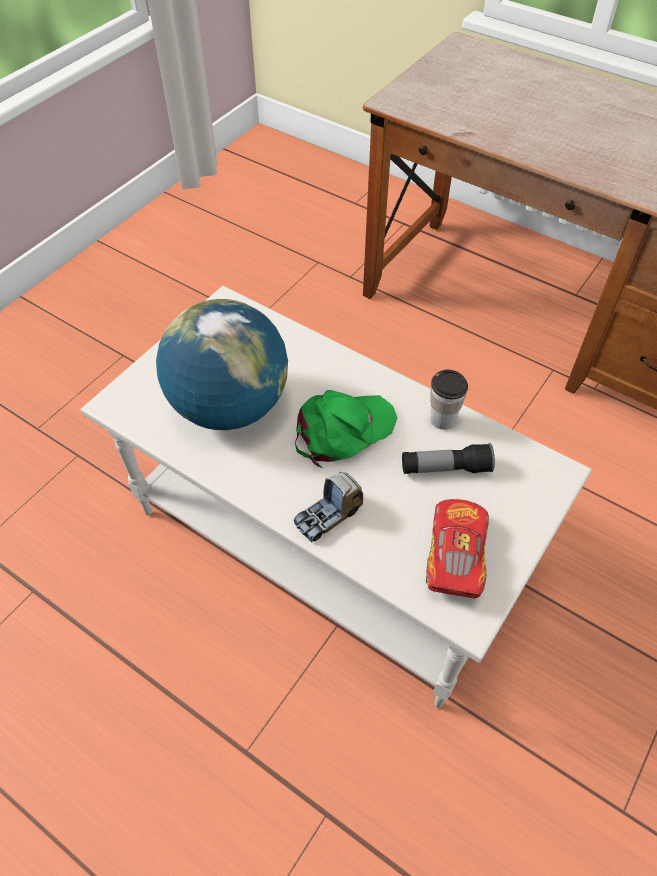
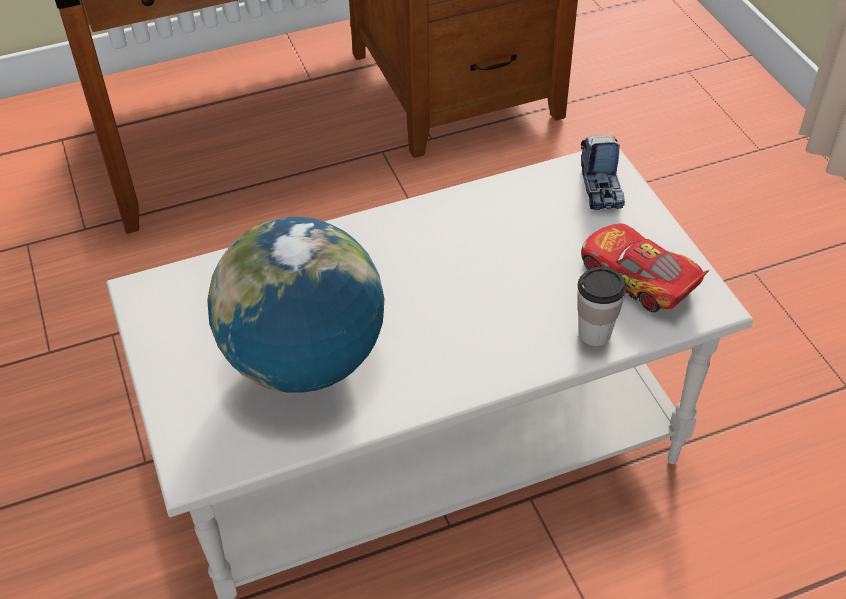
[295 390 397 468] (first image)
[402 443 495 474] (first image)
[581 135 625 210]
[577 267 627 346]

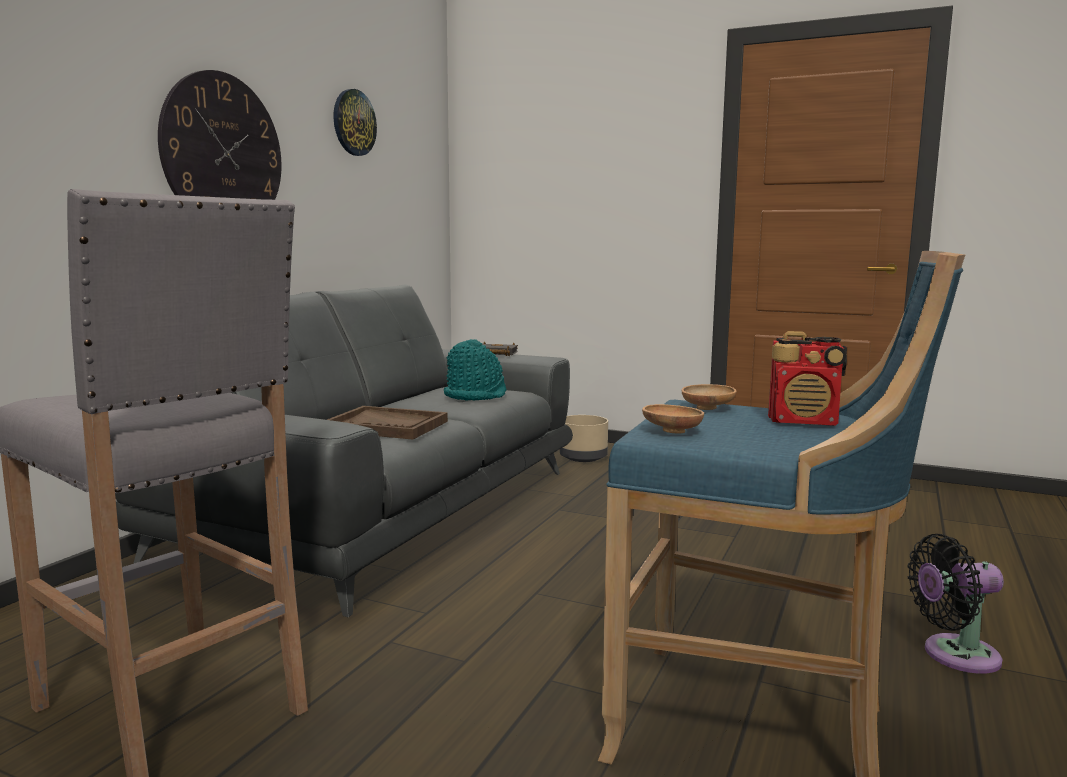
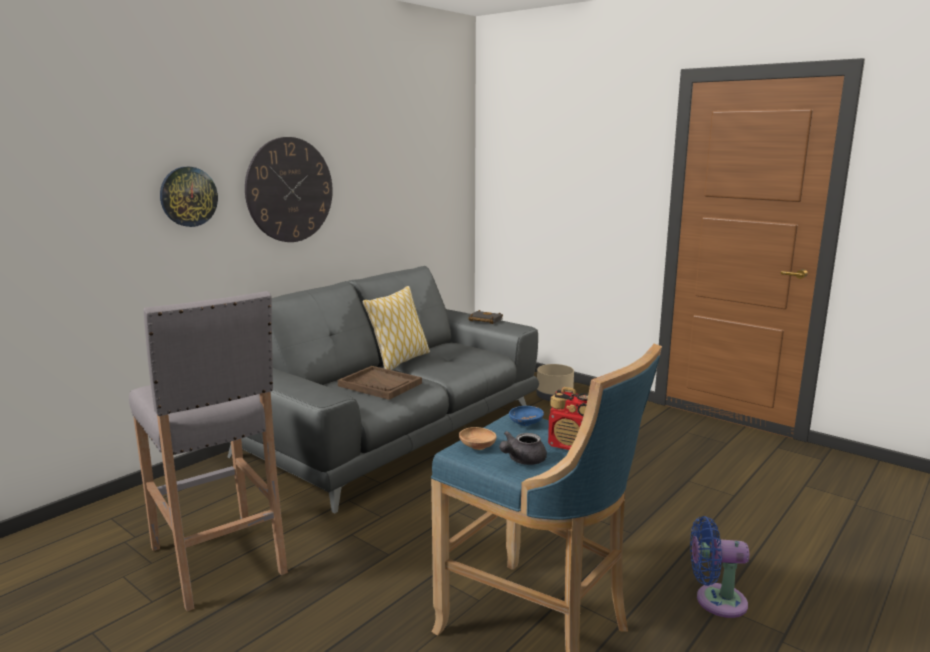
[444 339 506 401] (first image)
[362 286 430 370]
[499 431 547 465]
[160 167 218 227]
[509 406 544 426]
[690 516 749 618]

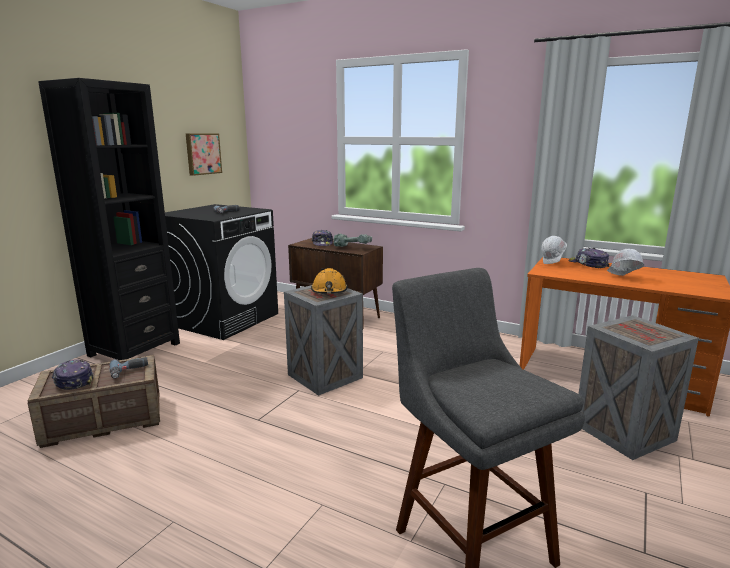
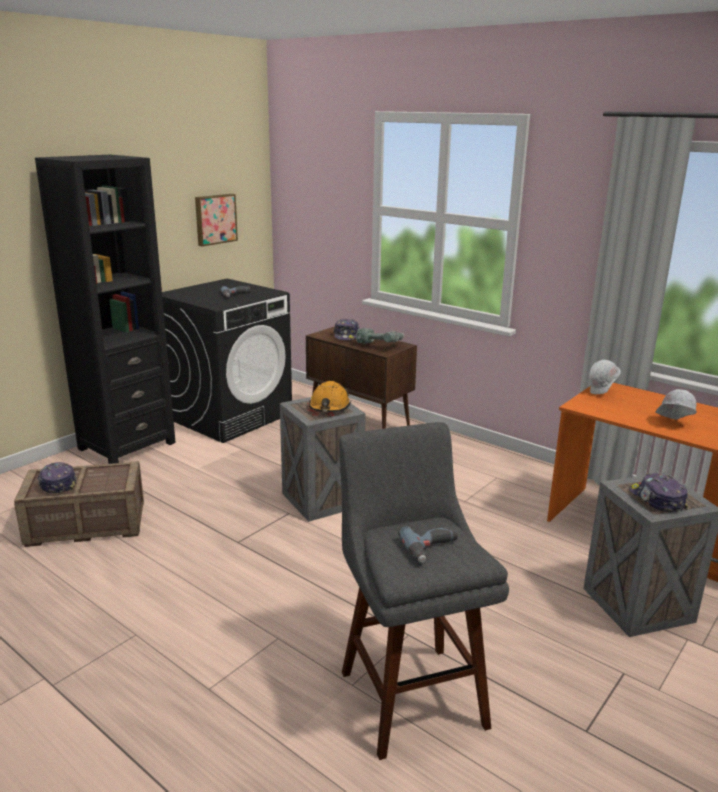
[398 526 458 563]
[629 473 688 512]

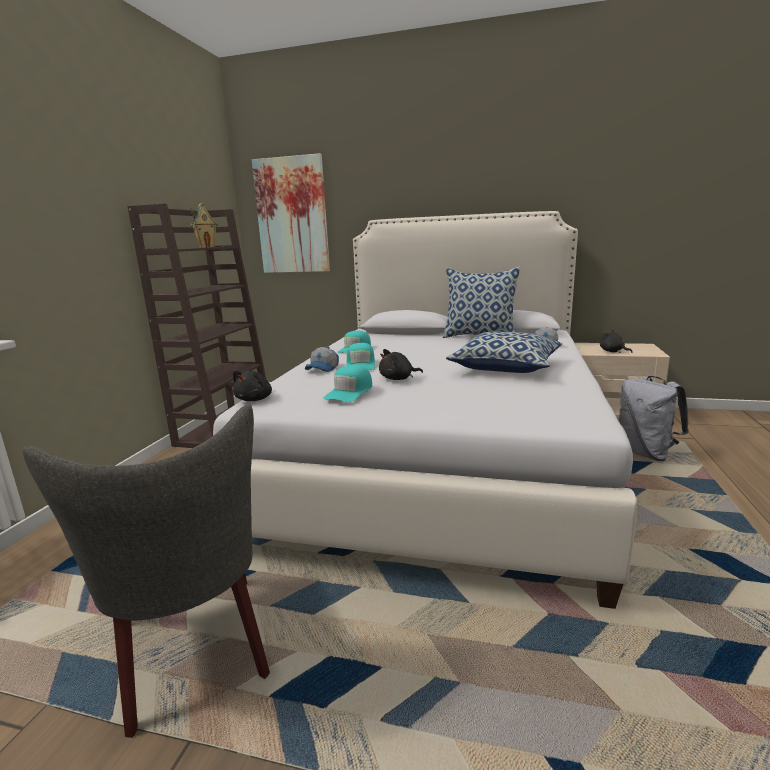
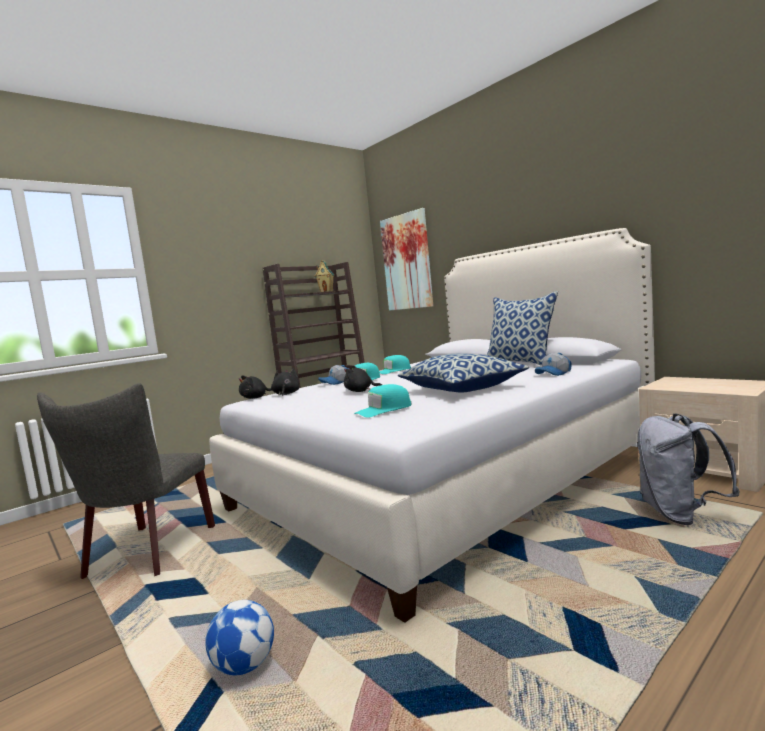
[205 600 274 675]
[354 384 411 418]
[271 368 299 396]

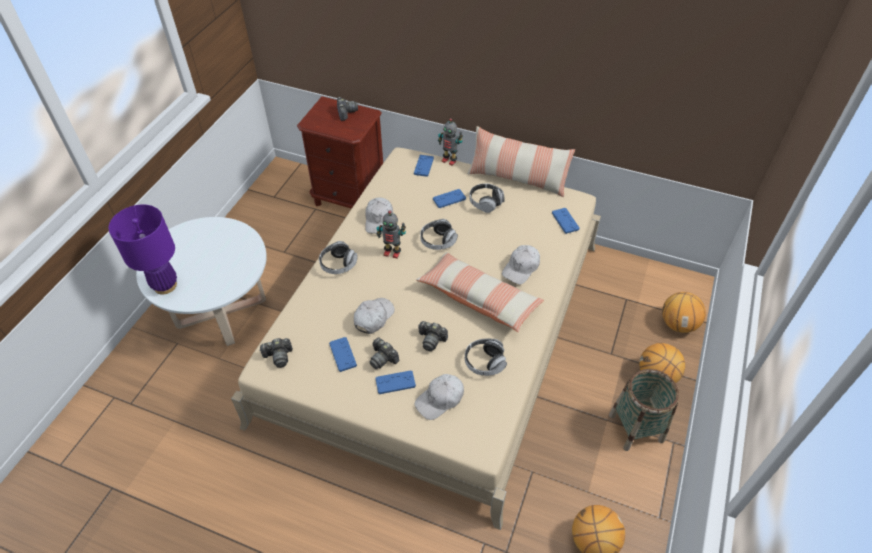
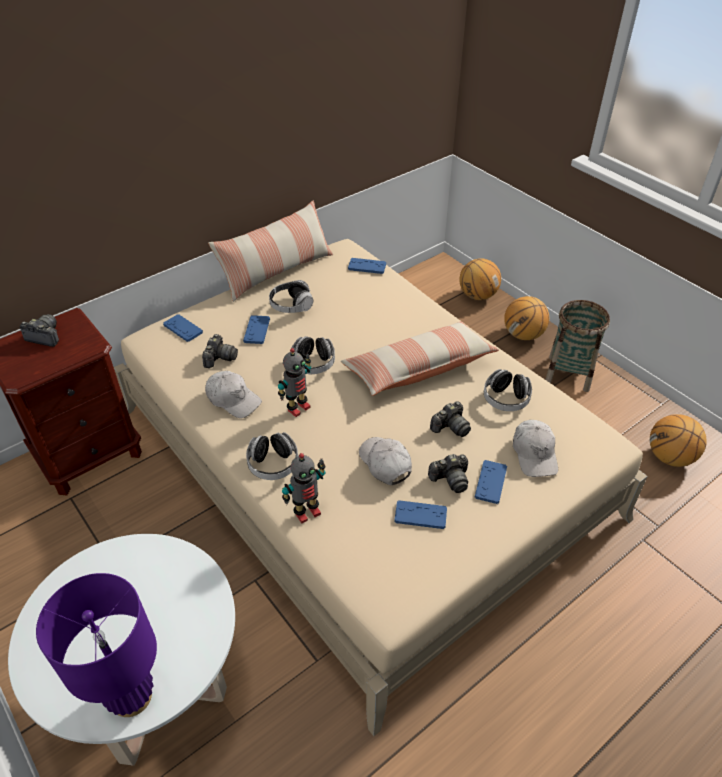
[502 245 540 284] (first image)
[202 334 238 368]
[282 453 325 524]

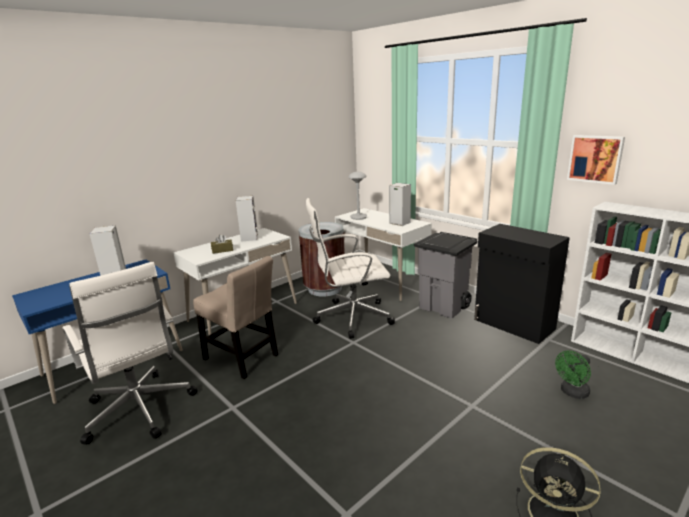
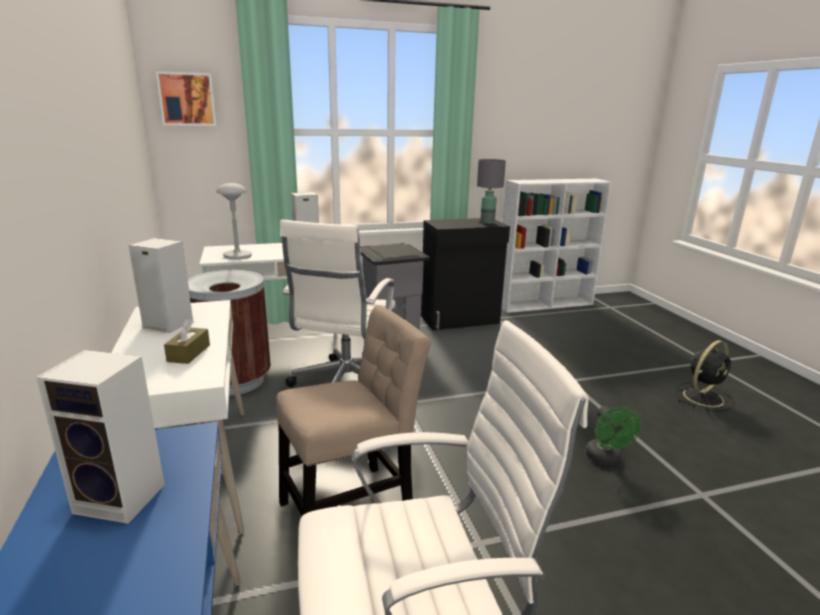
[477 159 506 224]
[585 406 641 465]
[156 71 217 126]

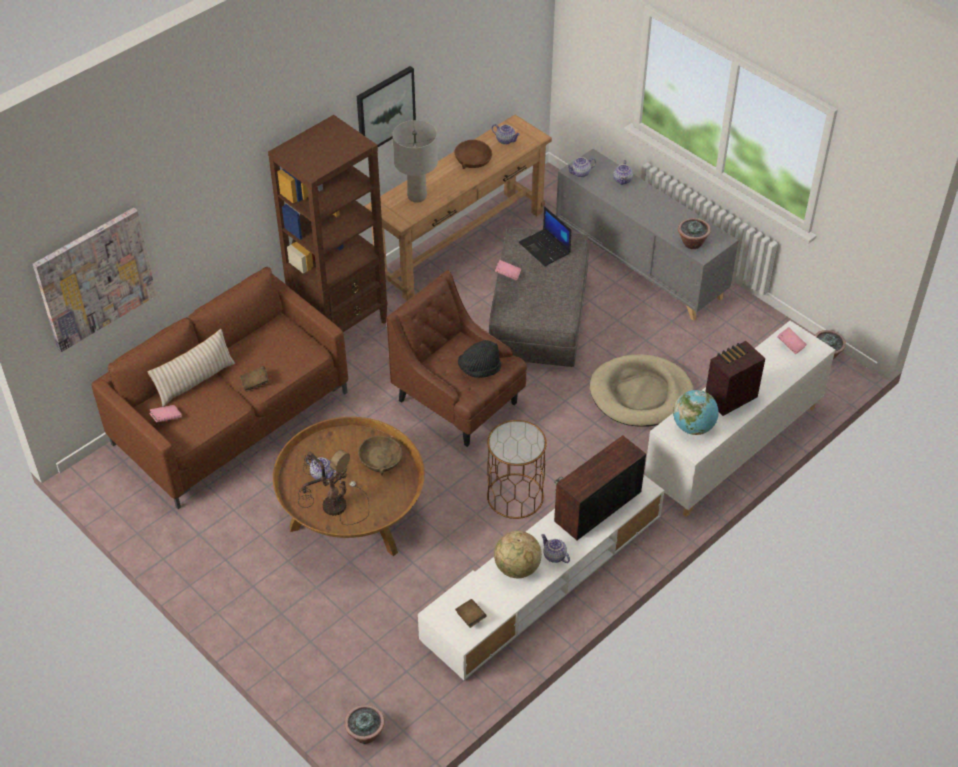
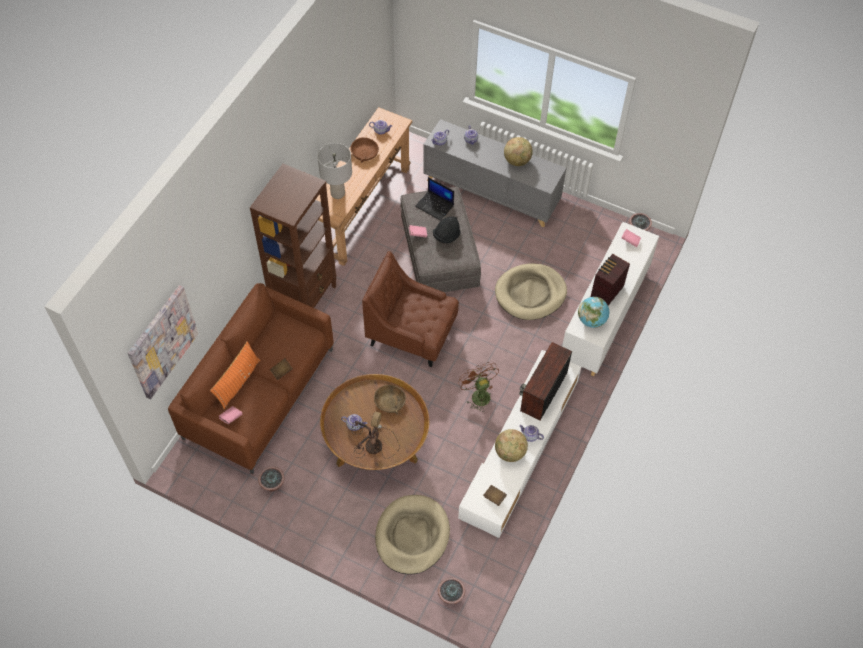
[357 66 416 147] (first image)
[375 495 450 574]
[504 137 533 166]
[433 216 460 243]
[258 467 284 491]
[458 362 499 412]
[210 341 260 409]

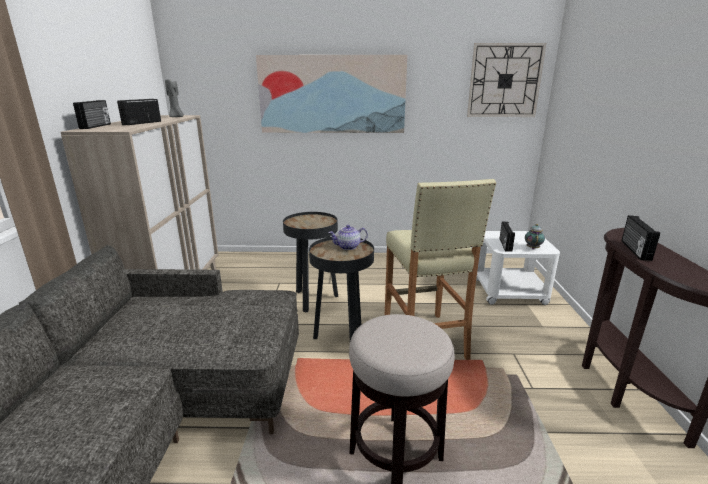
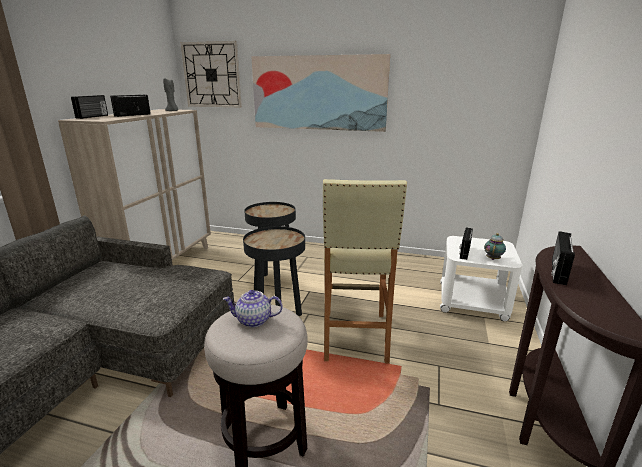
[223 290 283 327]
[180 41 242 107]

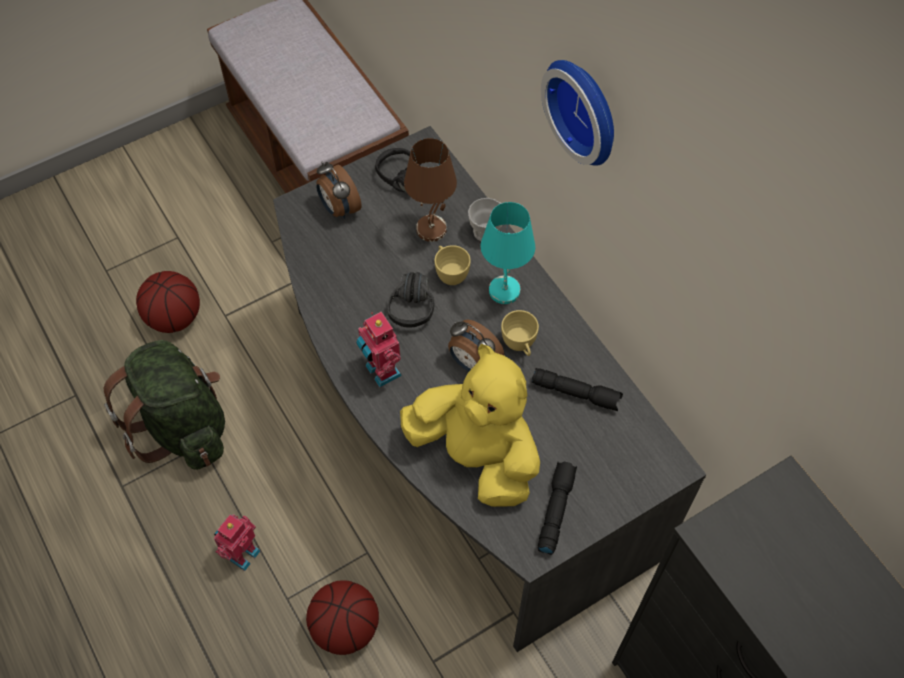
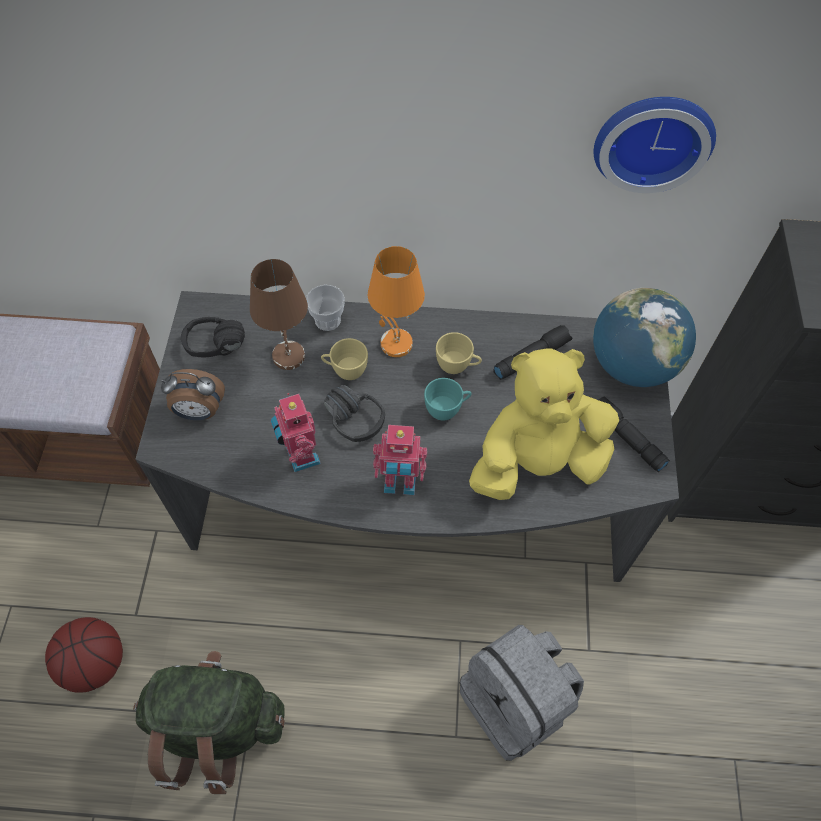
[593 288 696 387]
[271 393 321 472]
[594 97 716 193]
[460 625 584 761]
[424 378 471 421]
[368 246 425 357]

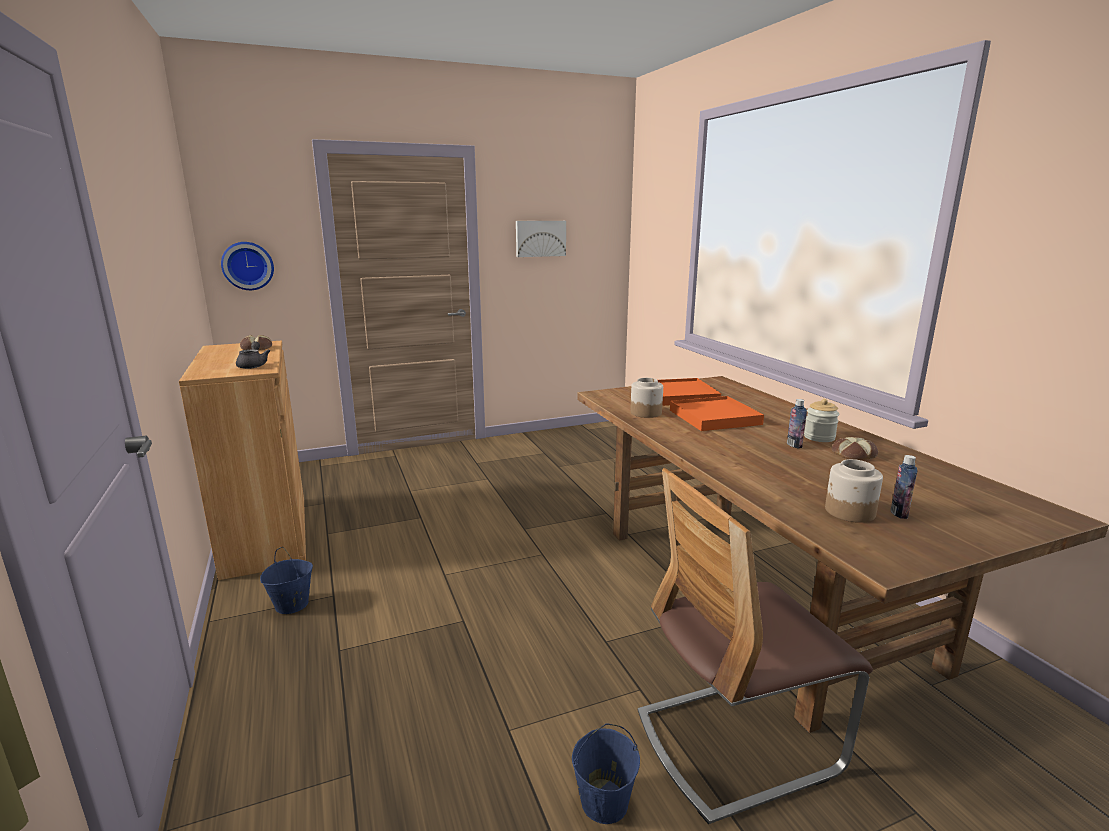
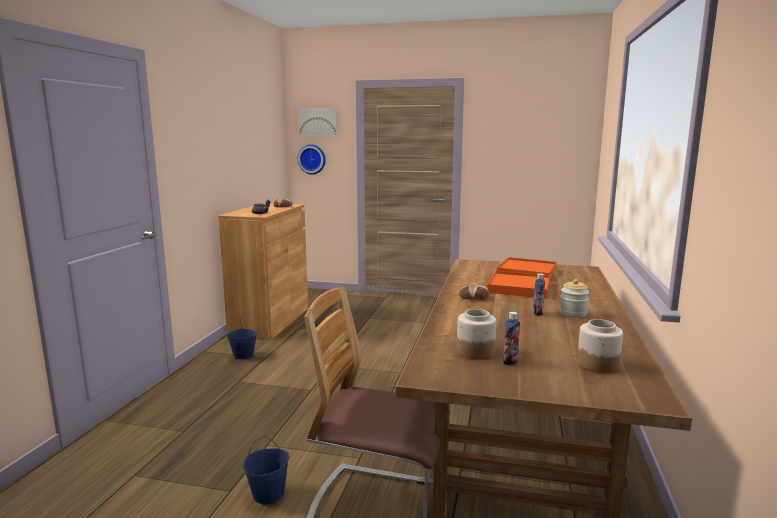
[298 109 337 135]
[577 319 623 373]
[459 284 489 301]

